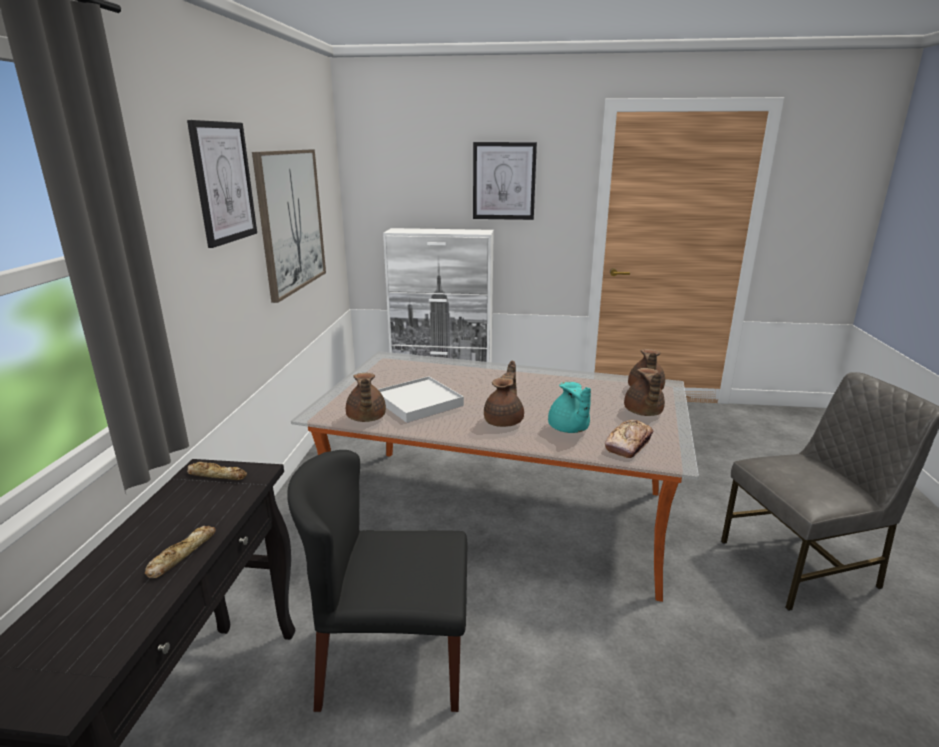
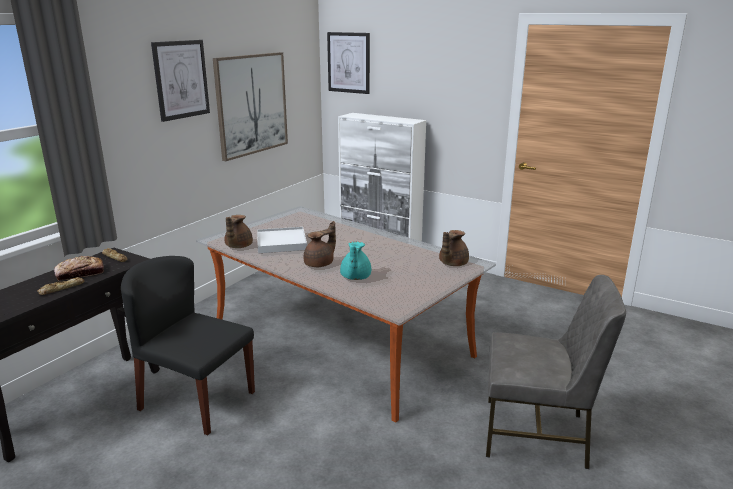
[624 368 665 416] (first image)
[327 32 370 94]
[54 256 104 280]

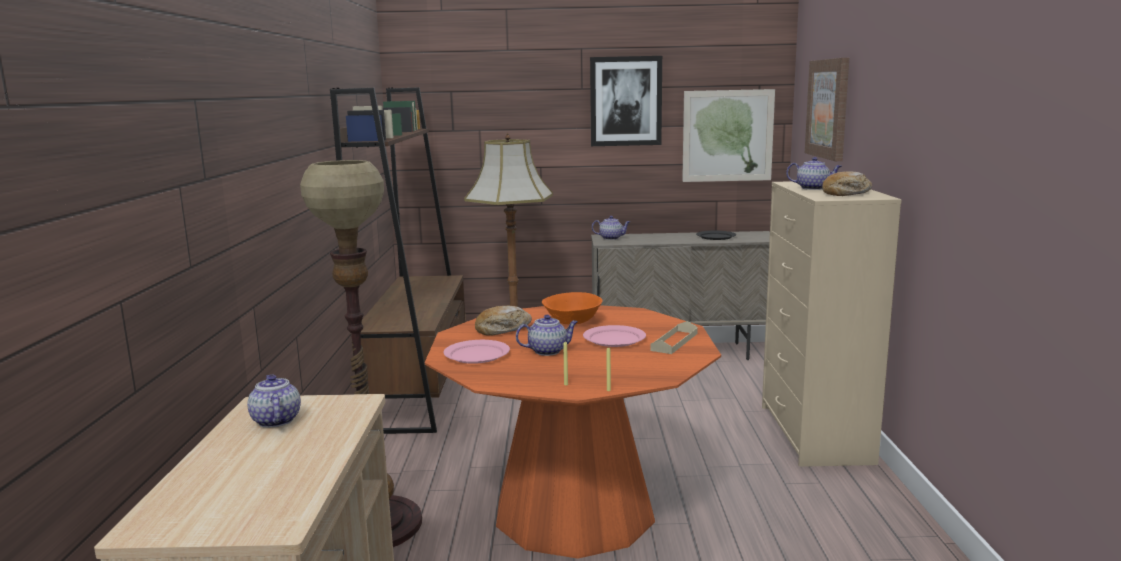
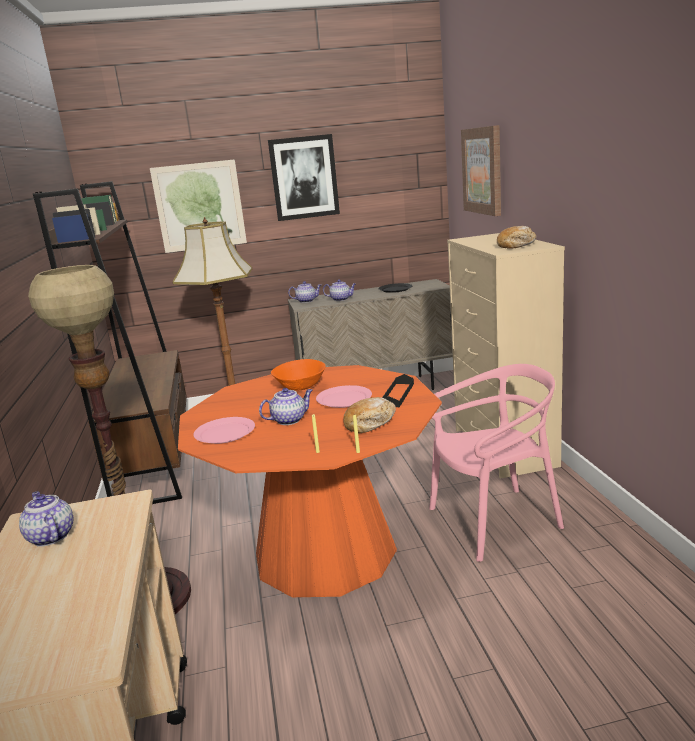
[429 364 564 562]
[343 397 396 433]
[150 159 247 253]
[323 279 356 301]
[382 374 414 407]

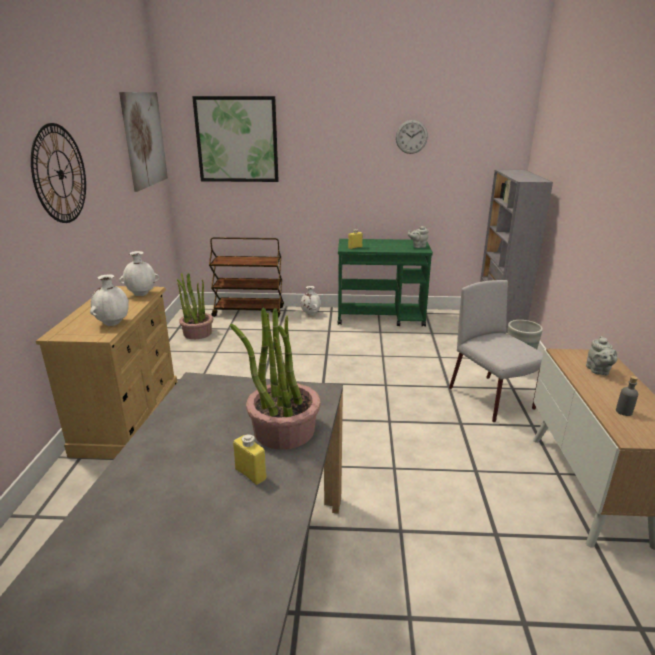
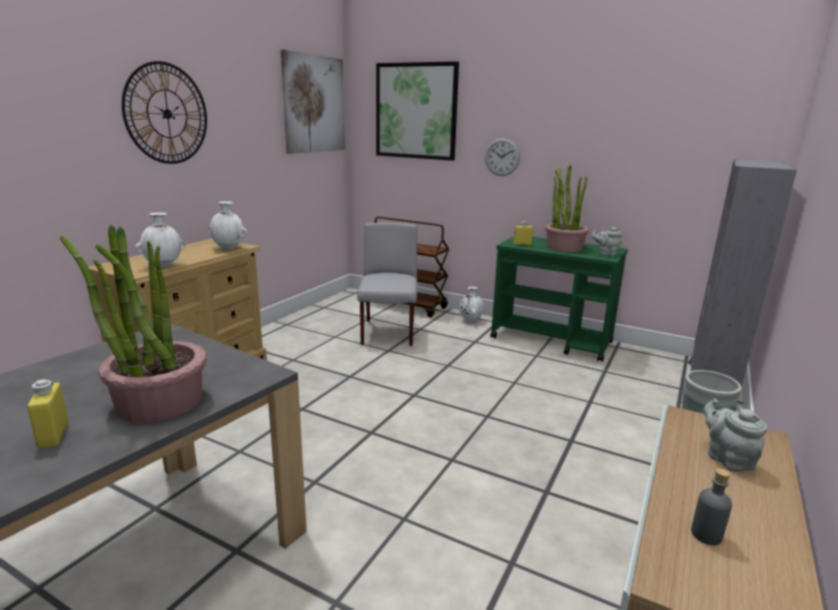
[545 165 589 252]
[485 138 520 176]
[357 223 418 346]
[704 398 767 472]

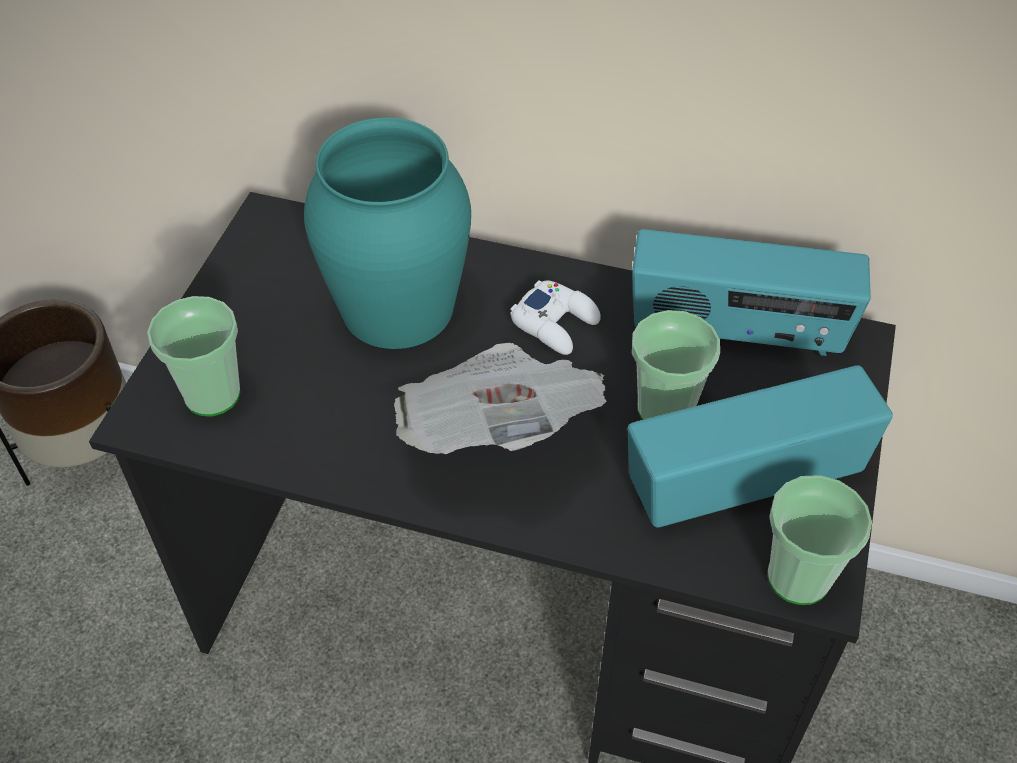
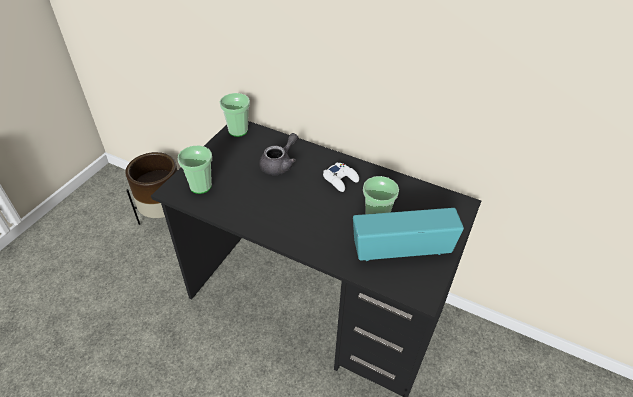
[394 343 607 454] (first image)
[632 229 871 356] (first image)
[220 93 250 137]
[259 133 299 175]

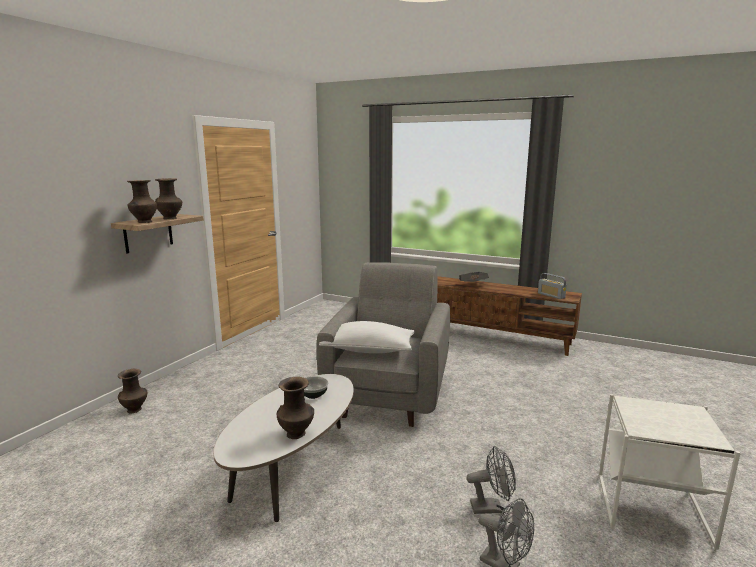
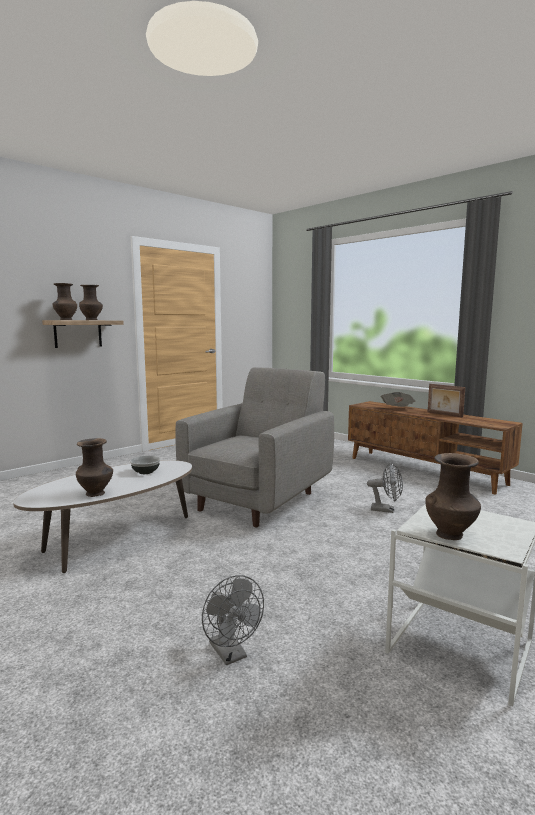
[319 321 415 353] (first image)
[538 273 567 299] (first image)
[428 384 465 417]
[425 453 481 540]
[367 463 403 513]

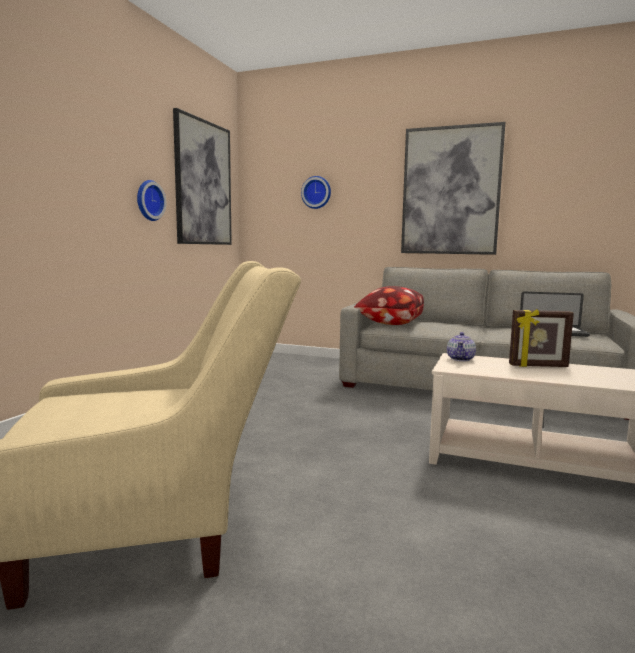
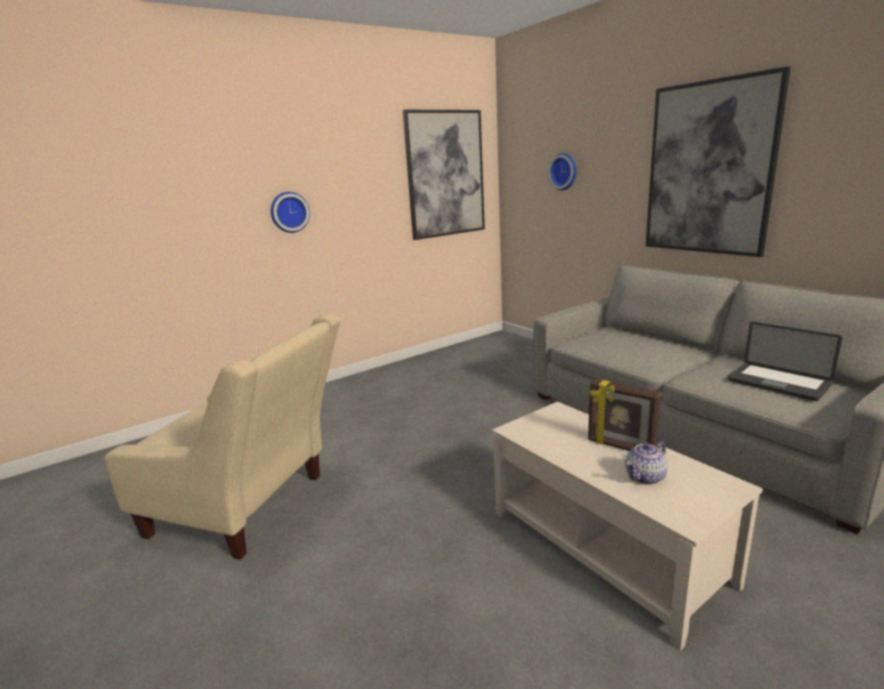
[354 286 424 325] (first image)
[271 192 310 233]
[625 441 668 485]

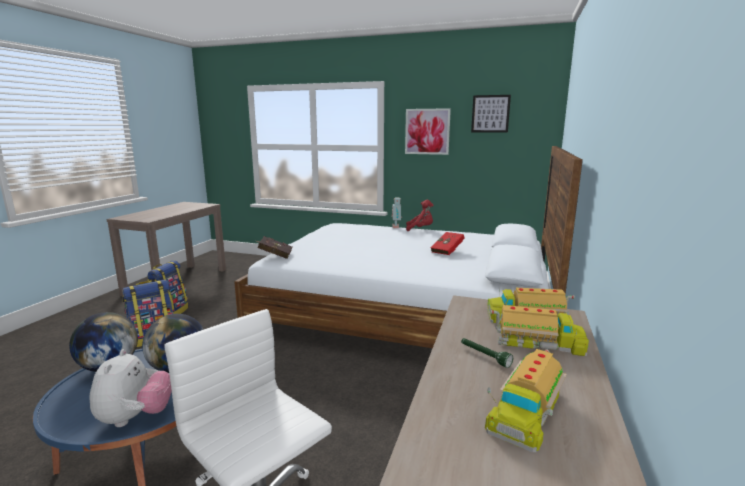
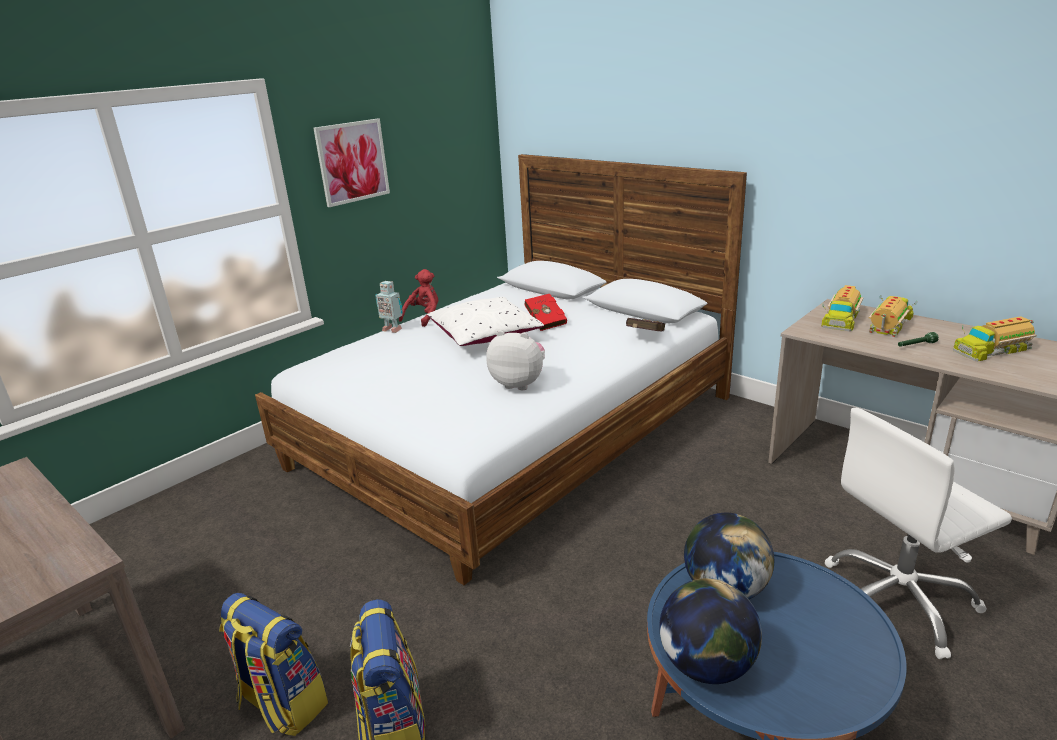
[471 95 511 133] (first image)
[427 297 544 346]
[486 330 545 390]
[626 318 665 331]
[953 316 1037 362]

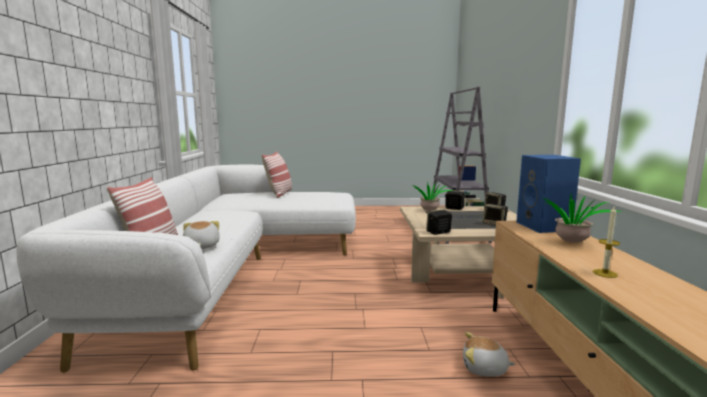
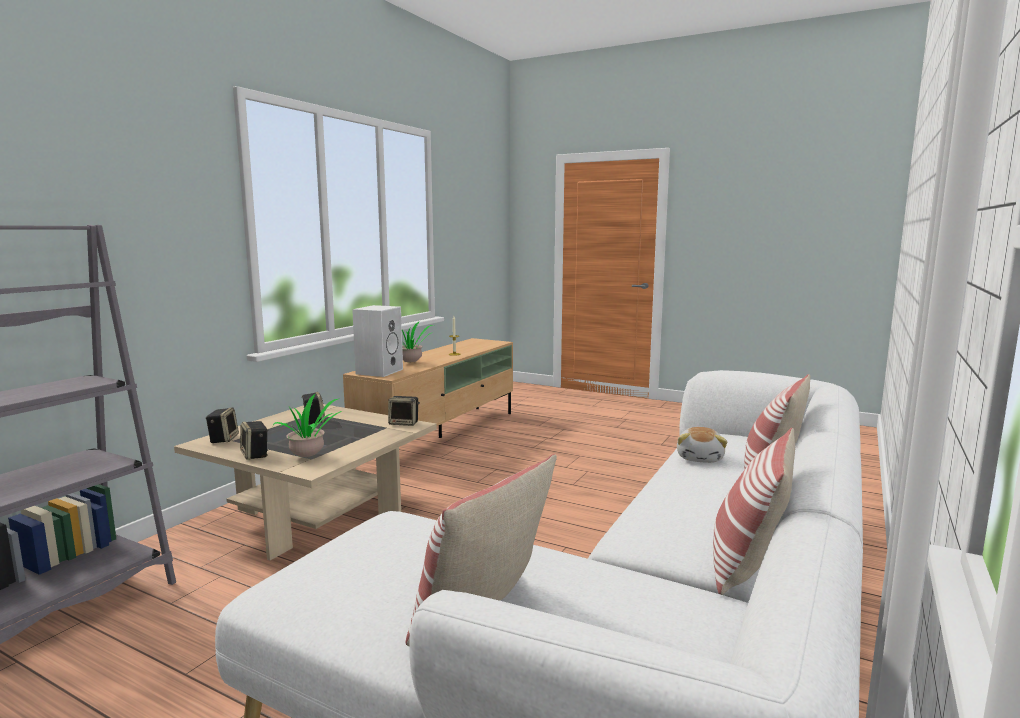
[463 332 516 377] (first image)
[713 428 795 595]
[352 305 403 377]

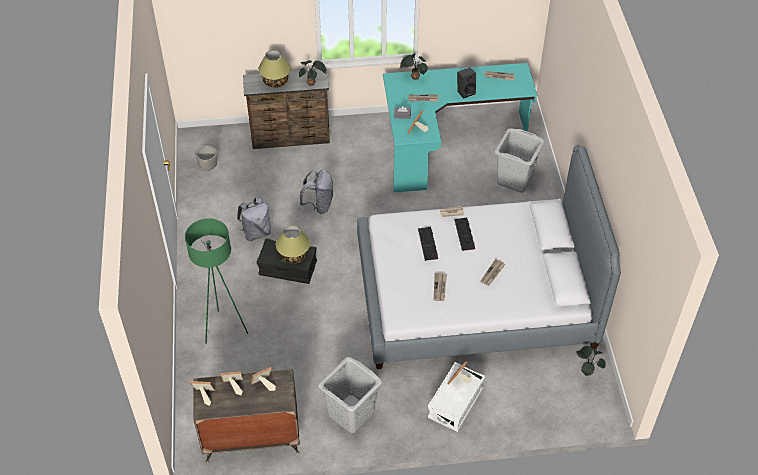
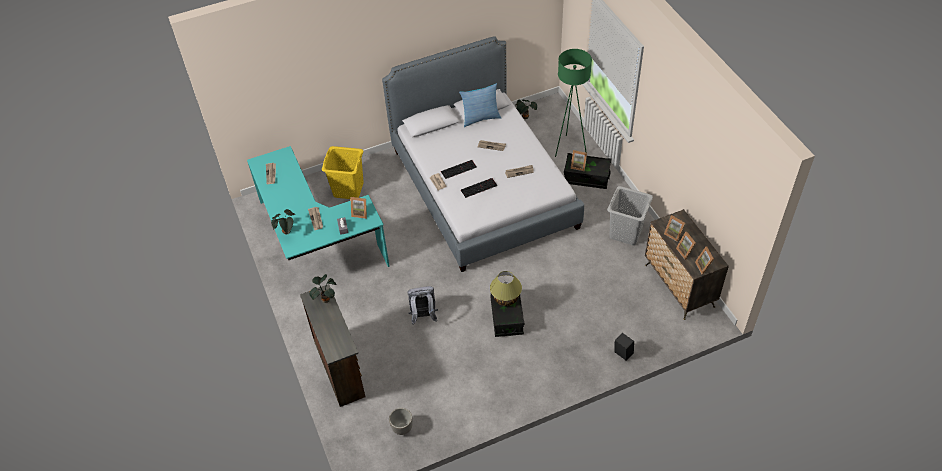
[237 198 271 241] (first image)
[258 50 291 88] (first image)
[459 83 501 127]
[555 49 592 157]
[615 333 634 361]
[564 153 611 189]
[322 146 364 199]

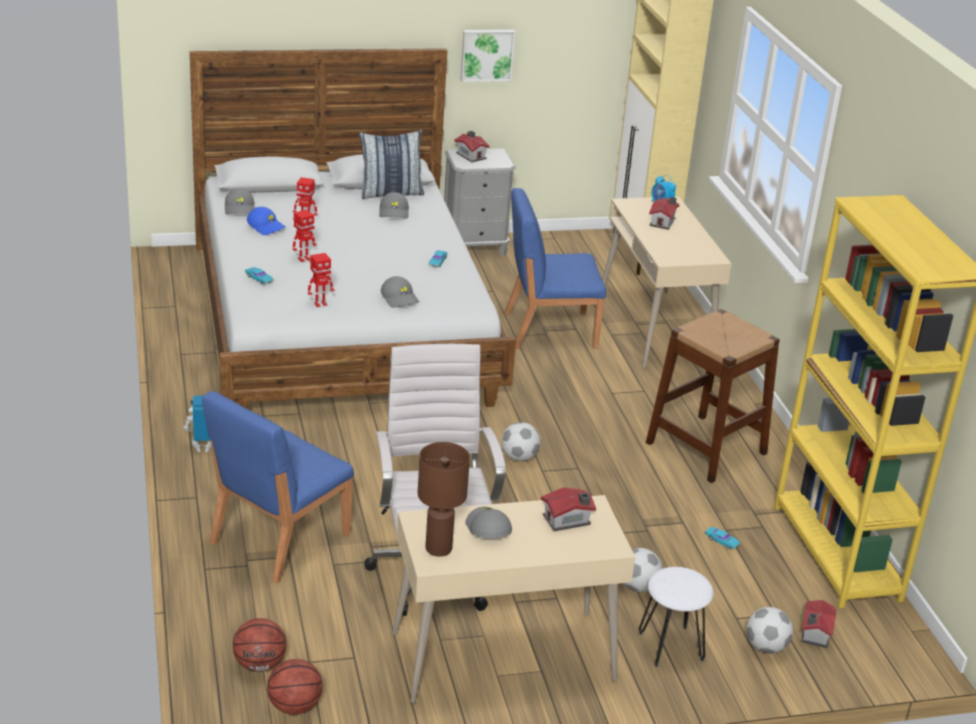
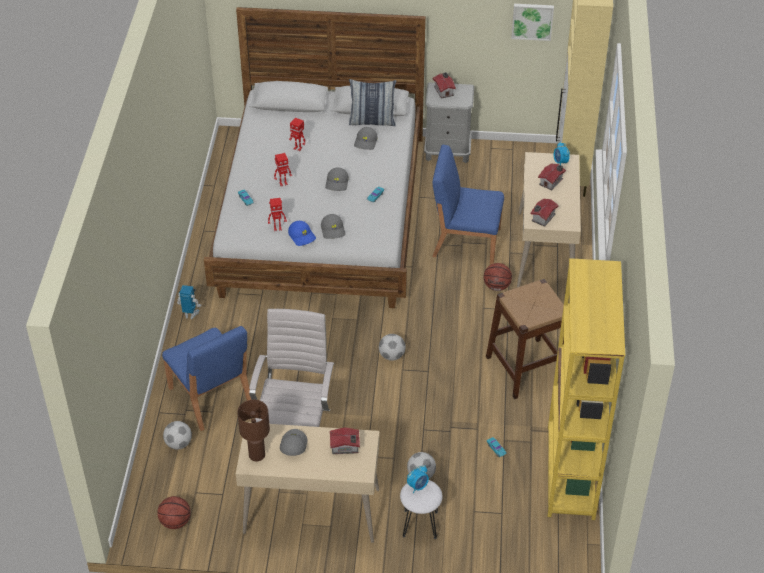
[407 466 429 493]
[325 167 349 191]
[484 263 512 291]
[288 221 316 246]
[512 4 554 41]
[163 421 192 450]
[531 199 558 227]
[162 326 251 431]

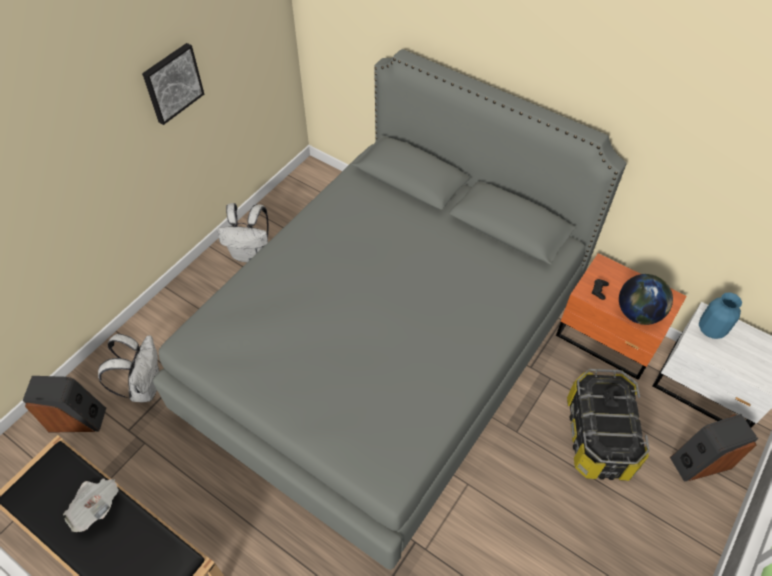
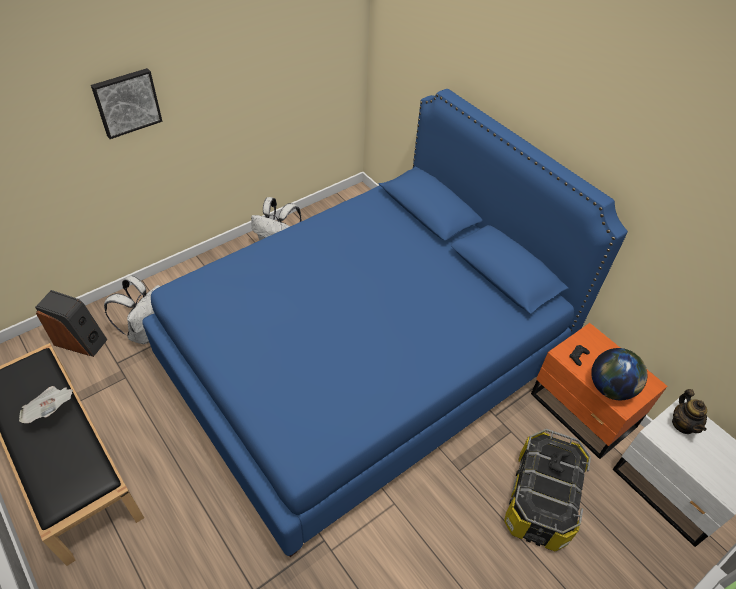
[670 414 758 482] (first image)
[91 68 162 139]
[672 389 707 434]
[143 89 628 557]

